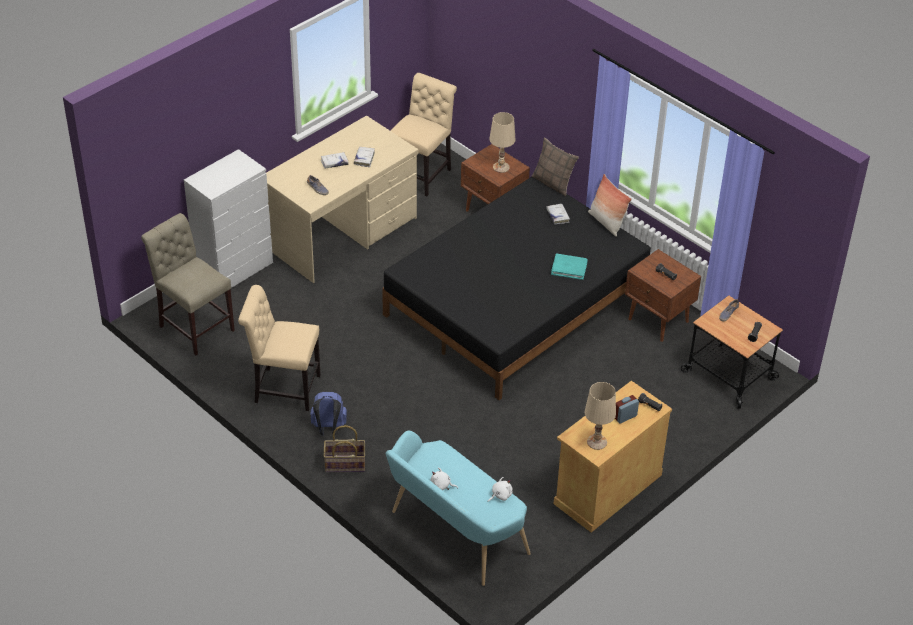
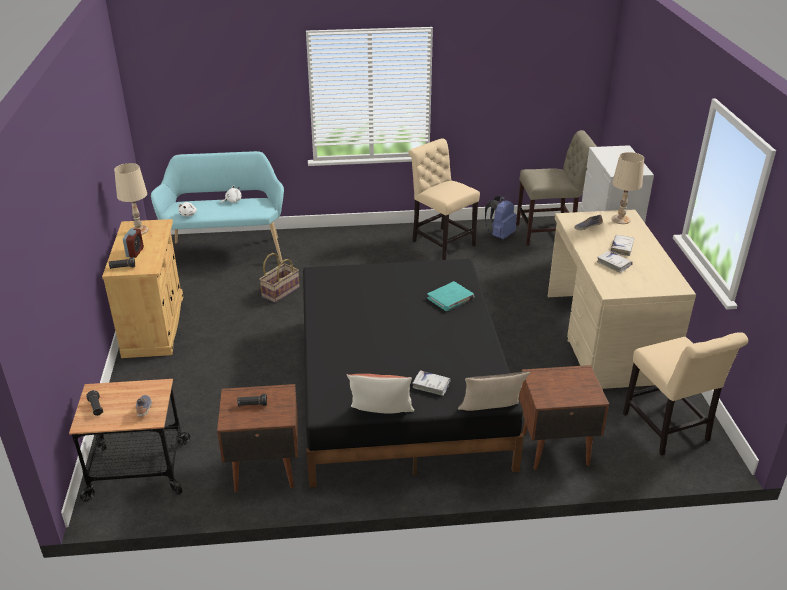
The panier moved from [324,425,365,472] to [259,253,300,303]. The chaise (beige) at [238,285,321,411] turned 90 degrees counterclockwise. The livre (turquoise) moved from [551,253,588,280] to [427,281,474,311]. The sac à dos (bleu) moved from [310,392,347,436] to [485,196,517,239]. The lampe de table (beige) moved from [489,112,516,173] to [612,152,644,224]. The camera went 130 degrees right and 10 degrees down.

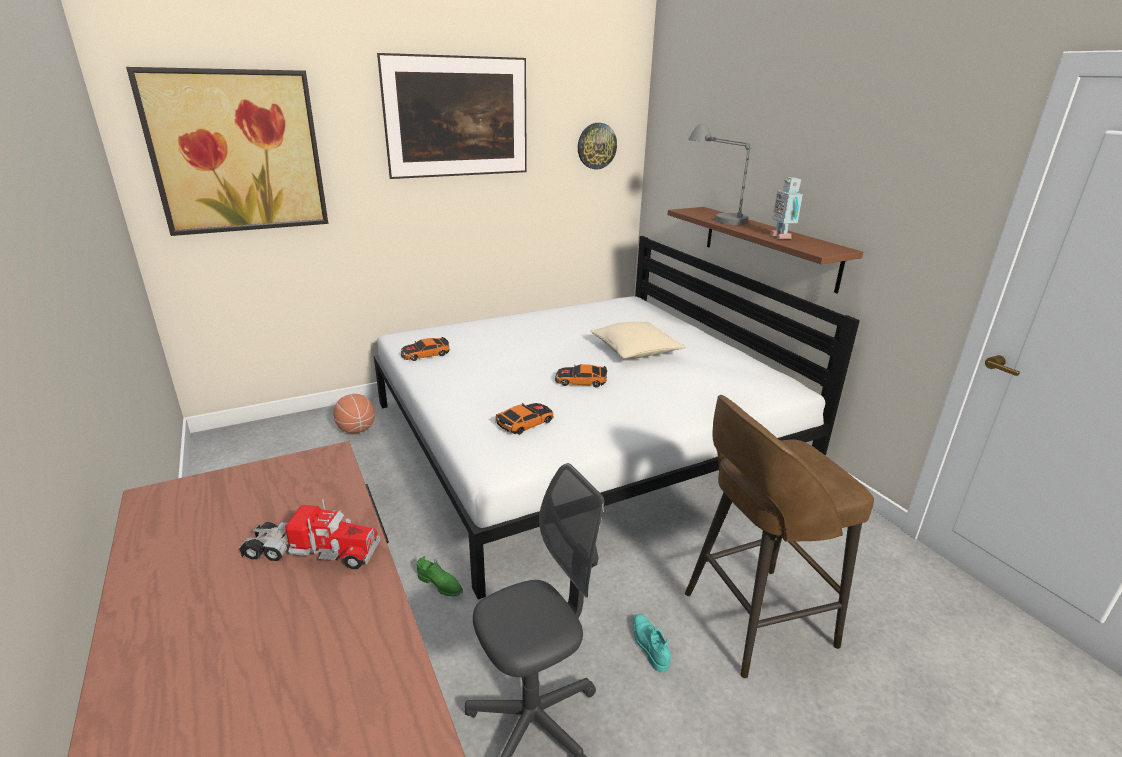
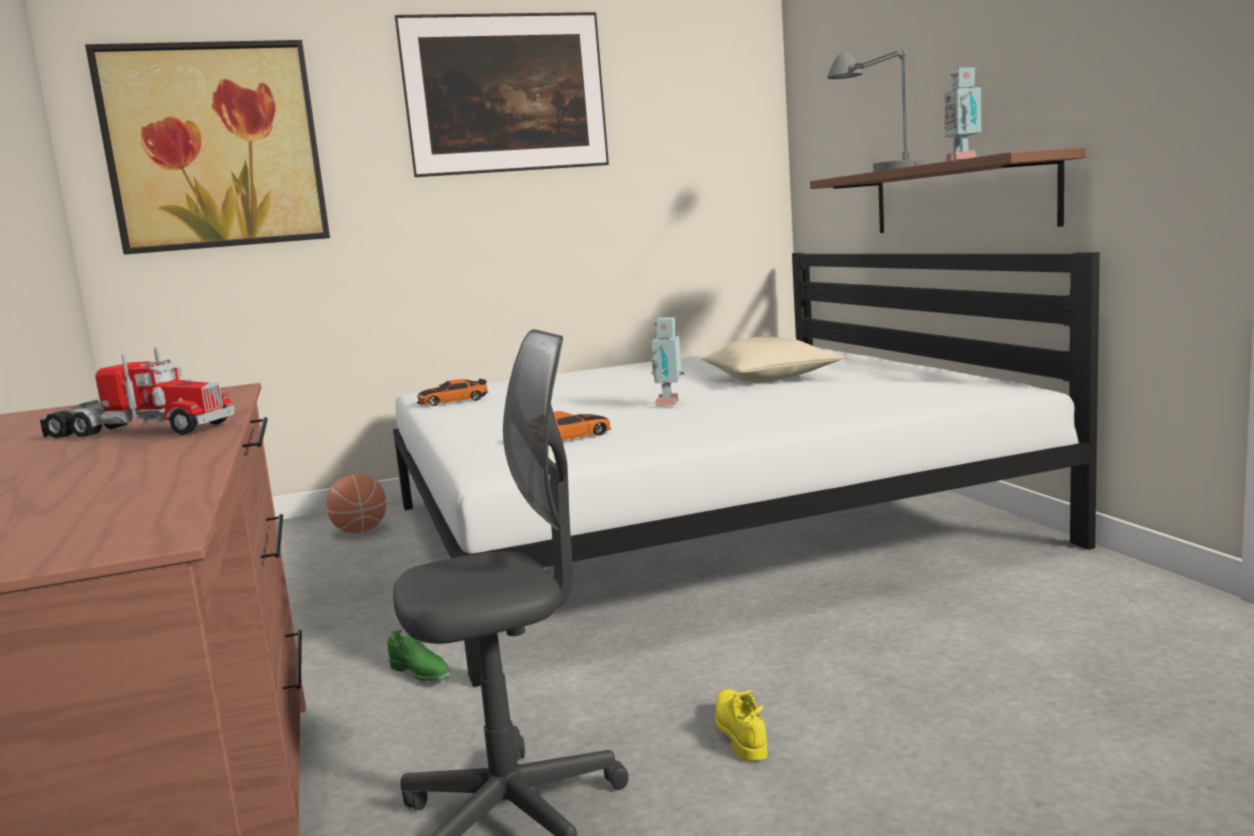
The petite voiture at [555,364,607,387] was replaced by the robot jouet at [651,318,684,406]. The chaussure (turquoise) at [633,614,671,672] became the chaussure (jaune) at [715,689,768,760]. The horloge murale at [578,123,617,170] disappeared. The tabouret (marron) at [685,395,874,678] disappeared. The camera went 10 degrees right and 15 degrees down.

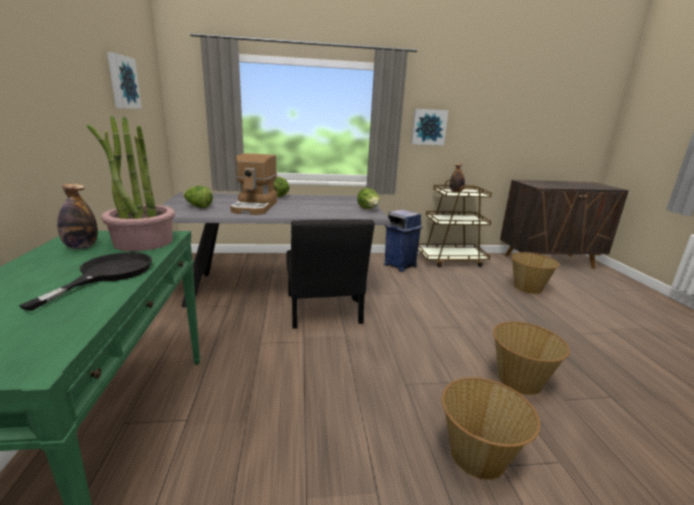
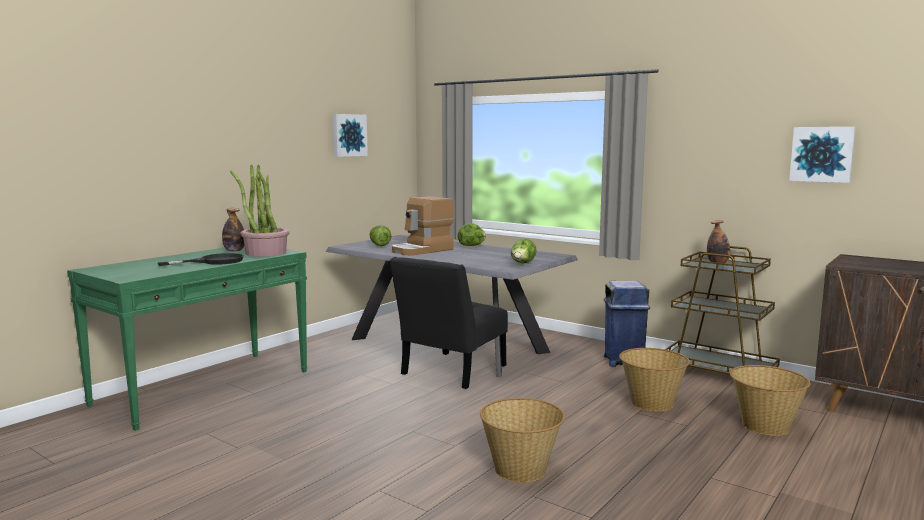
The panier moved from [442,377,540,480] to [619,348,690,411]. The tableau moved from [411,109,449,145] to [789,127,856,183]. The camera went 45 degrees right and 10 degrees down.

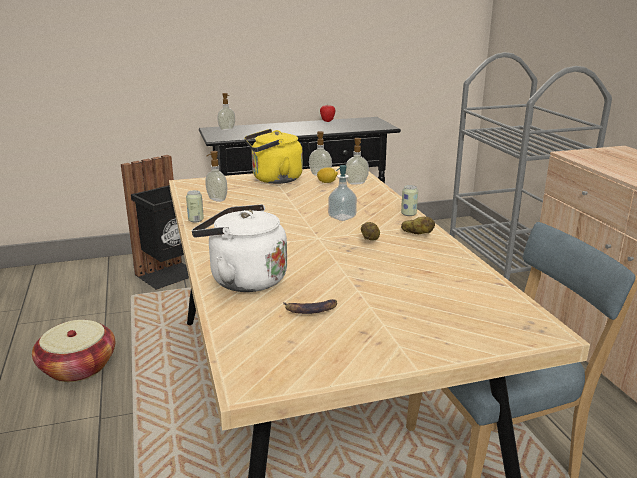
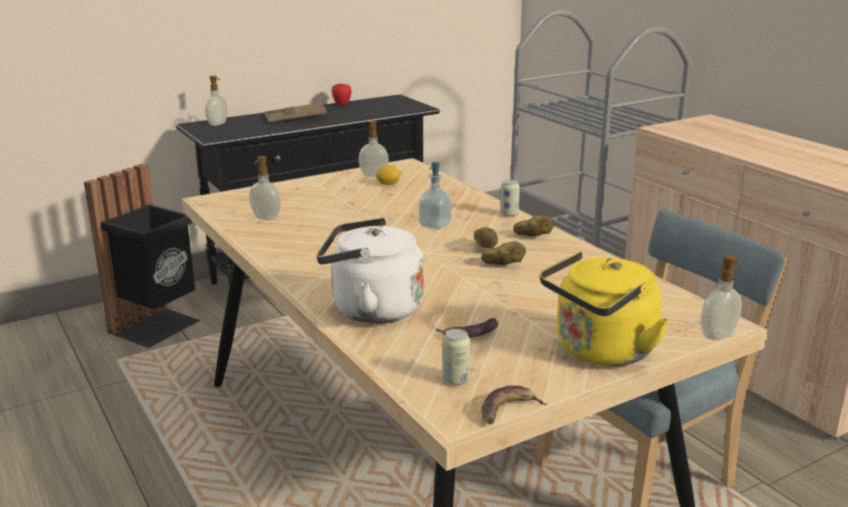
The plateau (marron) at [265,102,327,122] appeared. The boîte métallique moved from [186,190,204,223] to [442,329,471,385]. The pomme de terre at [481,241,526,265] appeared. The banane at [481,385,547,424] appeared. The bouilloire (jaune) moved from [244,129,303,184] to [540,251,669,366]. The distributeur de savon moved from [345,138,369,185] to [701,255,743,340]. The panier at [32,320,115,382] disappeared. The camera went 15 degrees left and 0 degrees up.

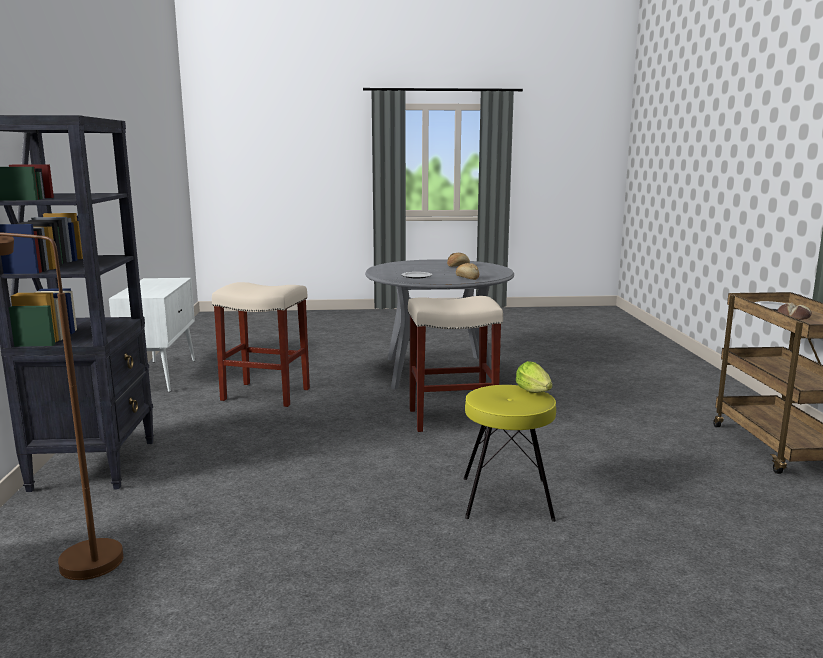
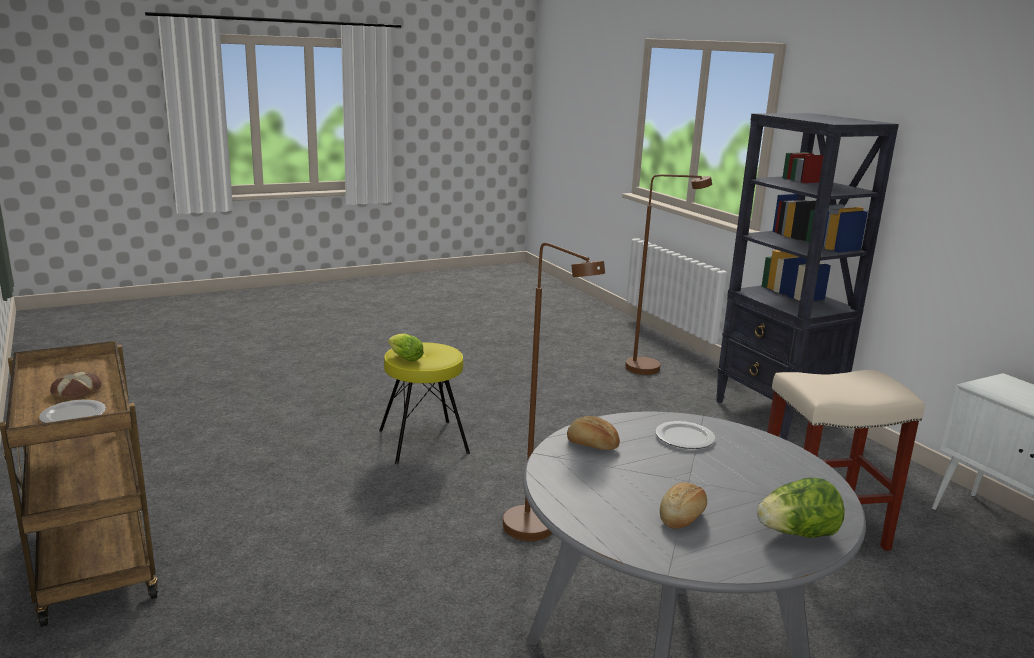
The tabouret (beige) at [408,296,503,432] was replaced by the lampadaire (marron) at [503,243,605,541]. The laitue at [757,478,845,538] appeared. The camera went 155 degrees right and 5 degrees up.

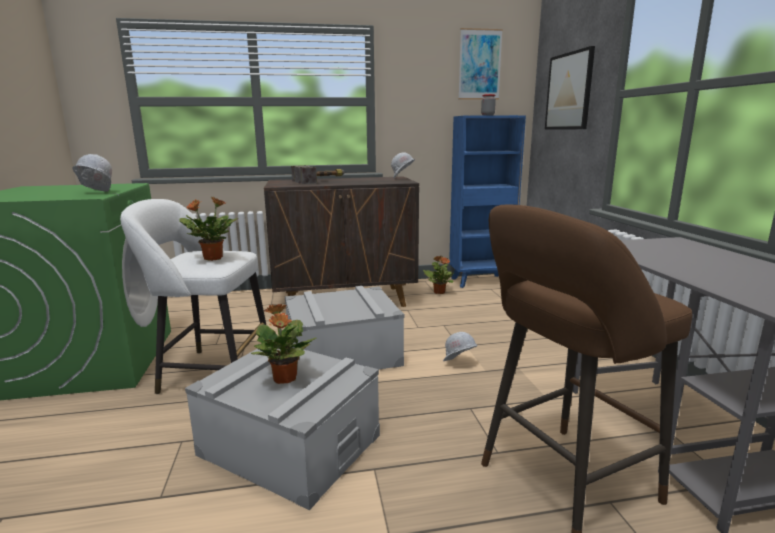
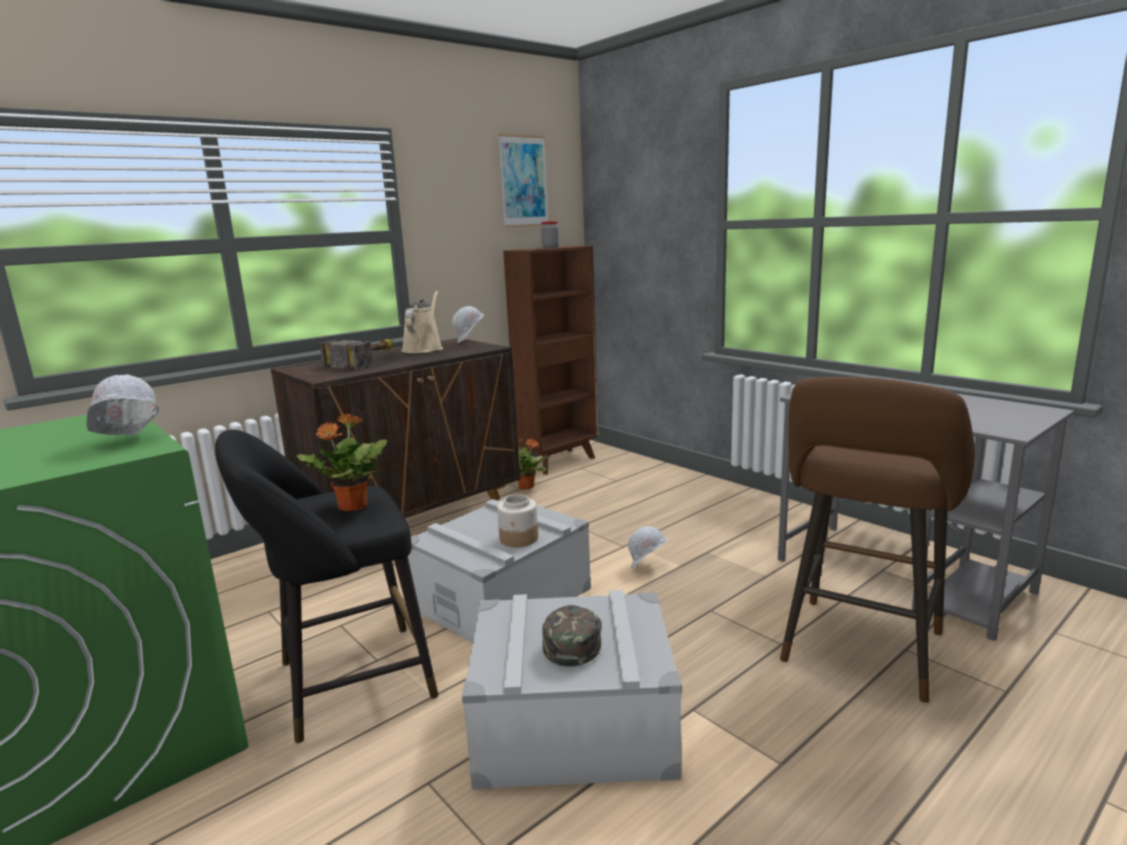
The tabouret (blanc) at [120,199,266,394] became the tabouret (noir) at [215,430,438,743]. The arrosoir (beige) at [401,291,443,353] appeared. The bocal at [497,494,538,547] appeared. The bibliothèque (bleu) at [449,115,526,288] became the bibliothèque (marron) at [503,246,599,474]. The plante en pot at [251,304,316,384] was replaced by the casquette (vert) at [542,605,602,667]. The tableau at [545,46,595,130] disappeared. The camera went 30 degrees left and 0 degrees up.

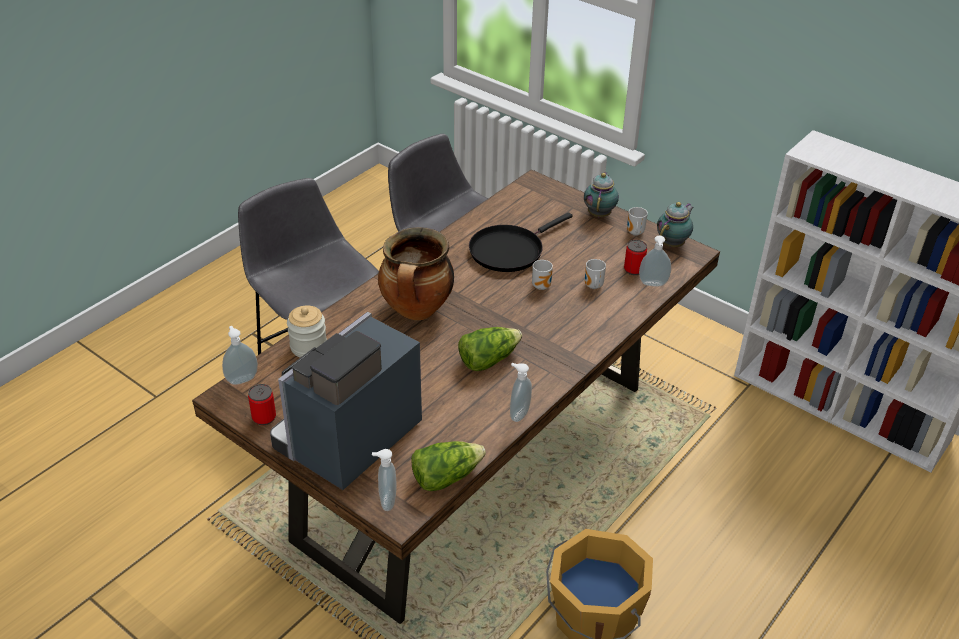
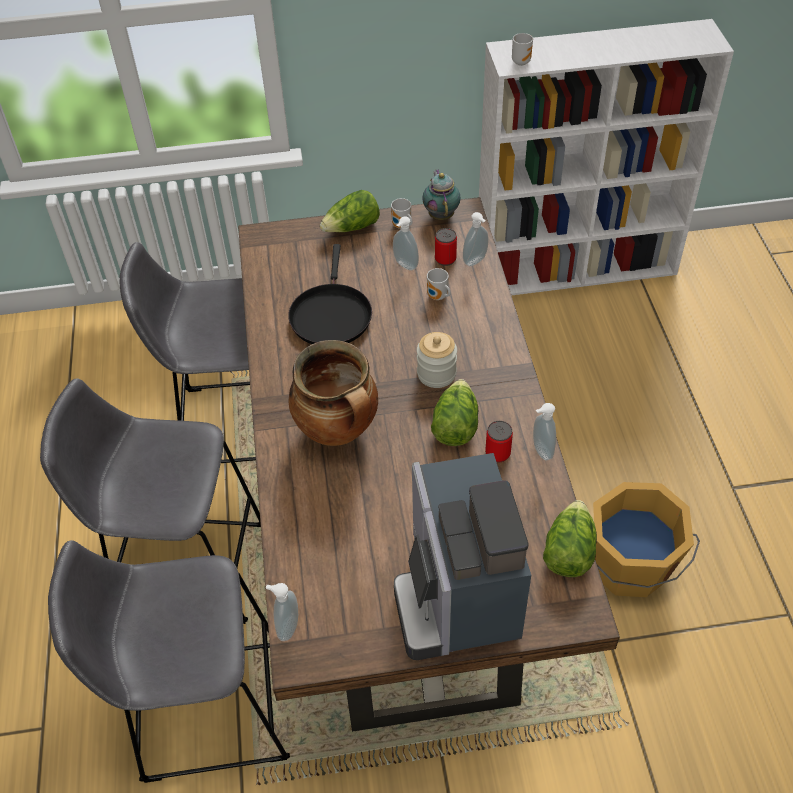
The tabouret (gris) at [48,540,290,783] appeared. The théière at [584,172,619,217] was replaced by the laitue at [320,190,380,232]. The distributeur de savon moved from [372,449,397,511] to [393,217,419,270]. The bocal moved from [287,306,327,358] to [417,332,457,388]. The boîte métallique moved from [248,384,276,425] to [485,421,513,463]. The mug moved from [532,260,553,290] to [512,33,533,66]. The camera went 45 degrees left and 10 degrees up.

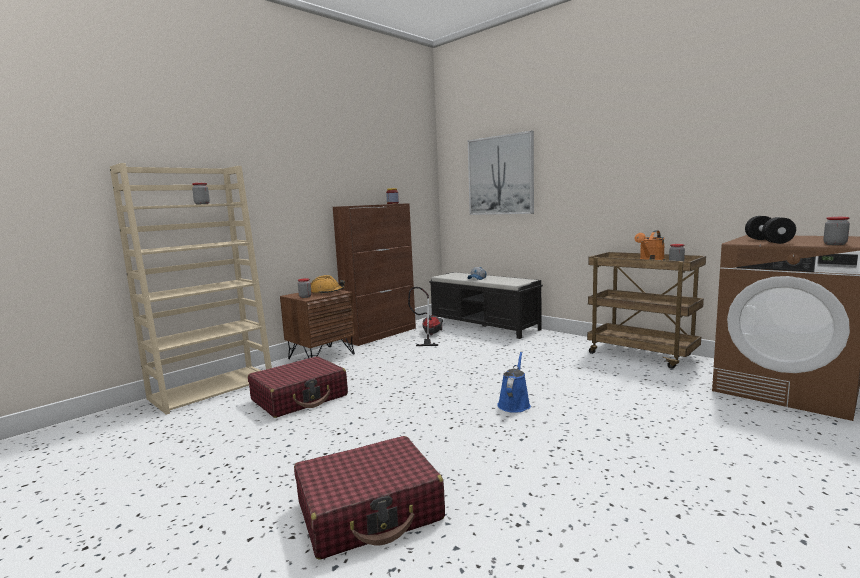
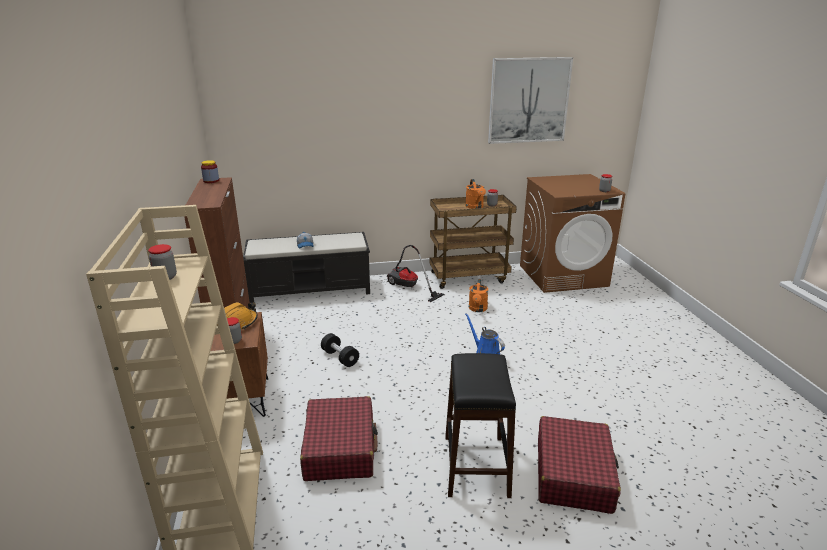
The haltère (noir) moved from [745,216,796,244] to [321,333,359,367]. The aspirateur moved from [408,287,443,346] to [387,245,445,302]. The tabouret (noir) at [445,353,516,498] appeared. The arrosoir (orange) at [469,279,488,312] appeared. The tableau moved from [468,131,534,215] to [488,57,573,144]. The camera went 55 degrees left and 15 degrees up.

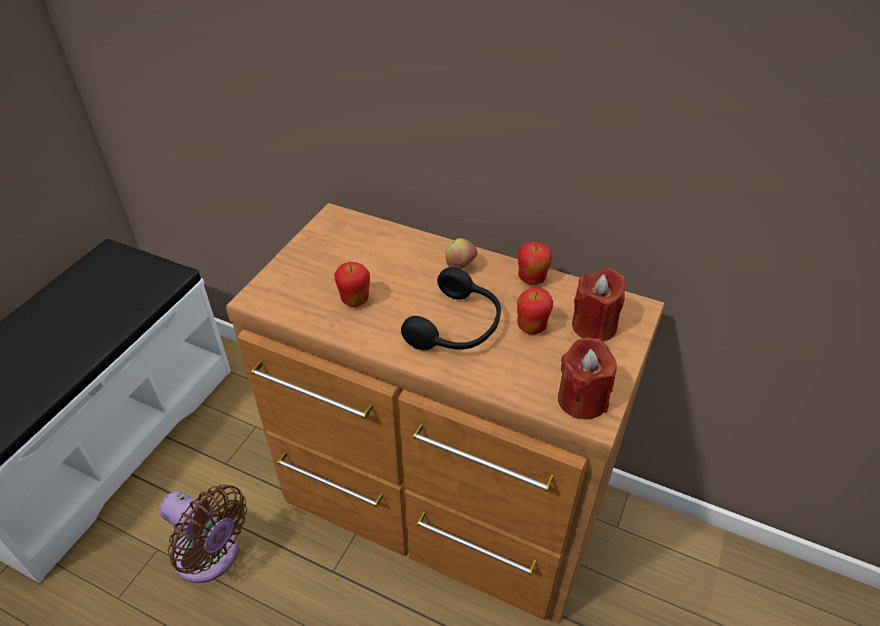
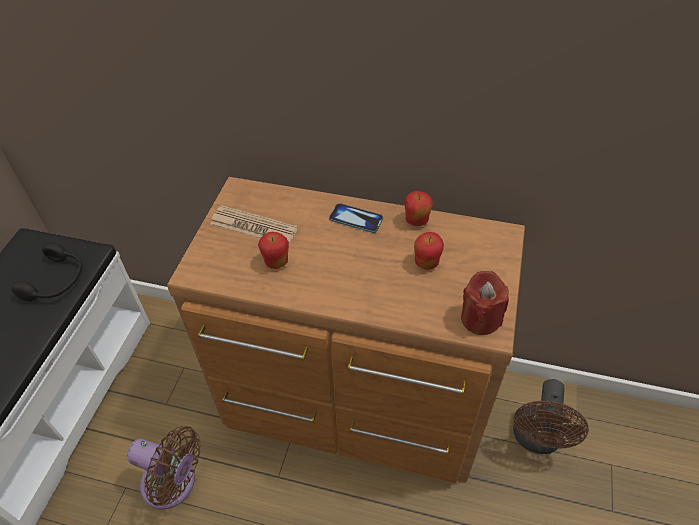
The casque audio (noir) moved from [401,267,501,350] to [11,242,83,301]. The journal at [210,205,298,243] appeared. The pomme at [445,238,477,269] was replaced by the téléphone at [329,203,383,233]. The ventilateur (marron) at [513,379,589,454] appeared. The bougie (rouge) at [572,268,625,341] disappeared. The camera went 10 degrees left and 5 degrees up.

